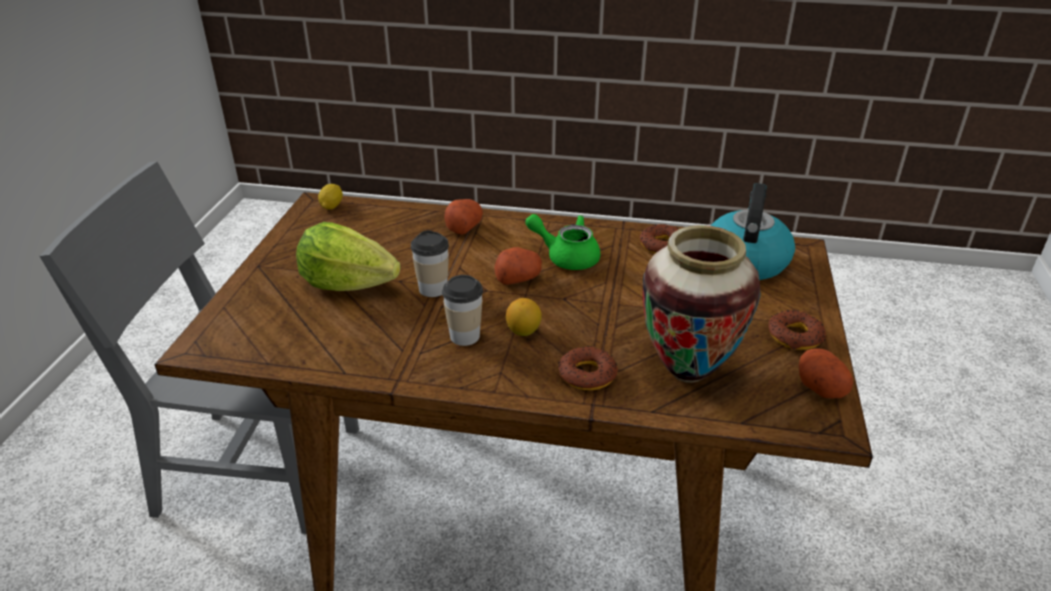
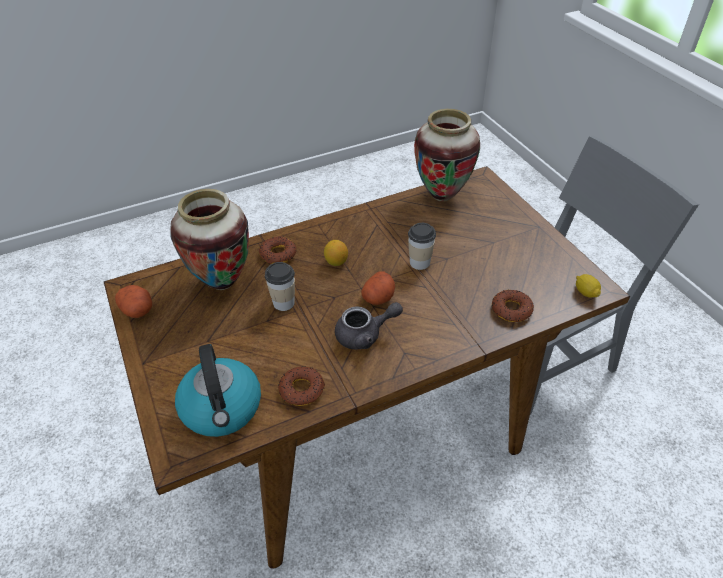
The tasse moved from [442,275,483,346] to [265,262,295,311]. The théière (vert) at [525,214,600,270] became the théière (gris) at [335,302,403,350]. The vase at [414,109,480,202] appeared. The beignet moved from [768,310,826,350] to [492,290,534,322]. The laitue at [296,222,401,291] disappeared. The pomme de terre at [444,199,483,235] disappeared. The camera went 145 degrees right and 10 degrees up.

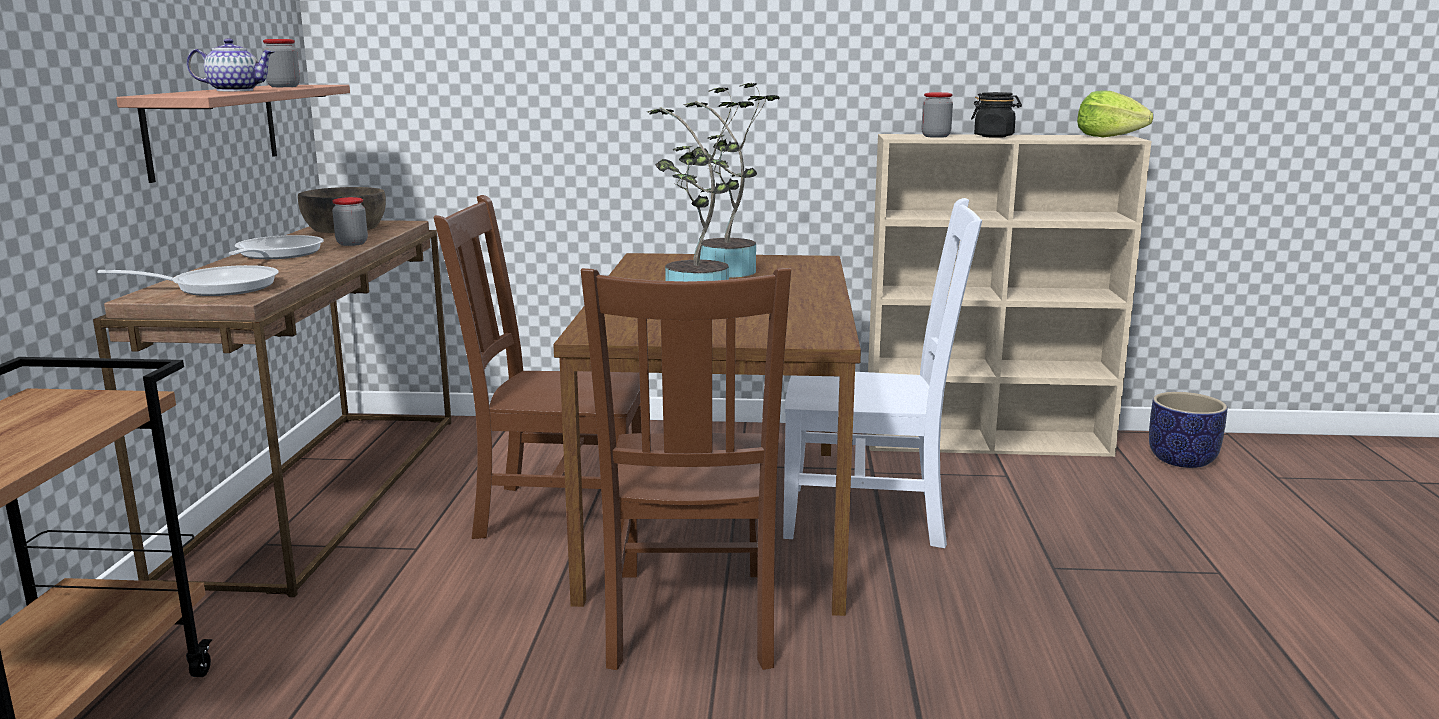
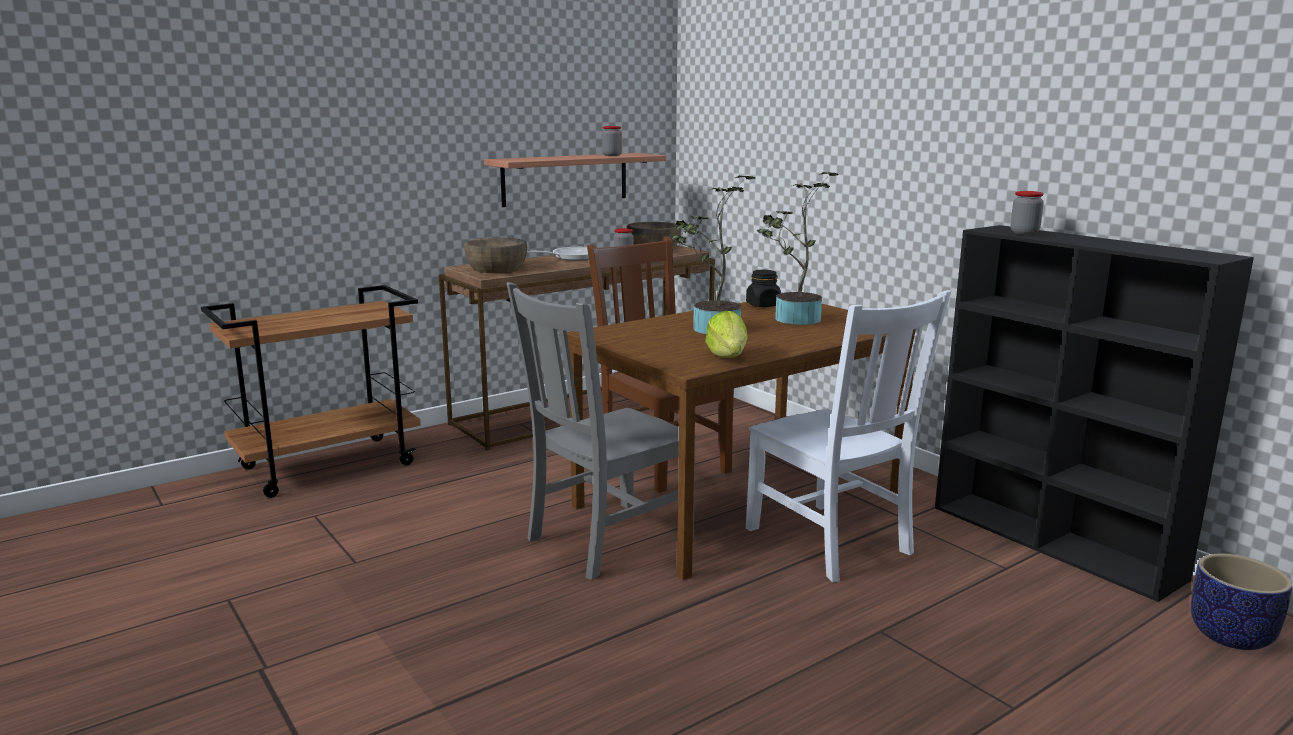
The poêle at [97,265,279,296] was replaced by the bol (marron) at [464,238,527,273]. The chaise (marron) at [581,268,791,670] became the chaise (gris) at [507,282,696,580]. The laitue moved from [1077,91,1153,138] to [705,310,748,358]. The bocal (noir) moved from [971,92,1022,138] to [746,270,781,307]. The bibliothèque (beige) at [867,134,1152,457] became the bibliothèque (noir) at [935,225,1254,602]. The théière at [187,38,274,91] disappeared. The camera went 50 degrees right and 0 degrees up.

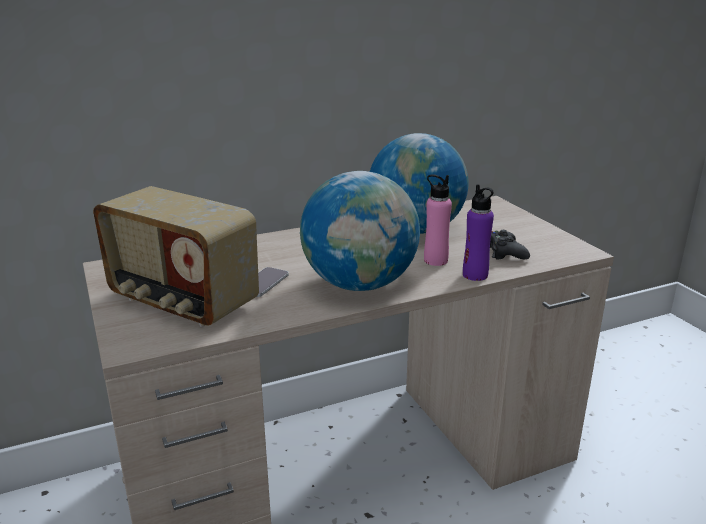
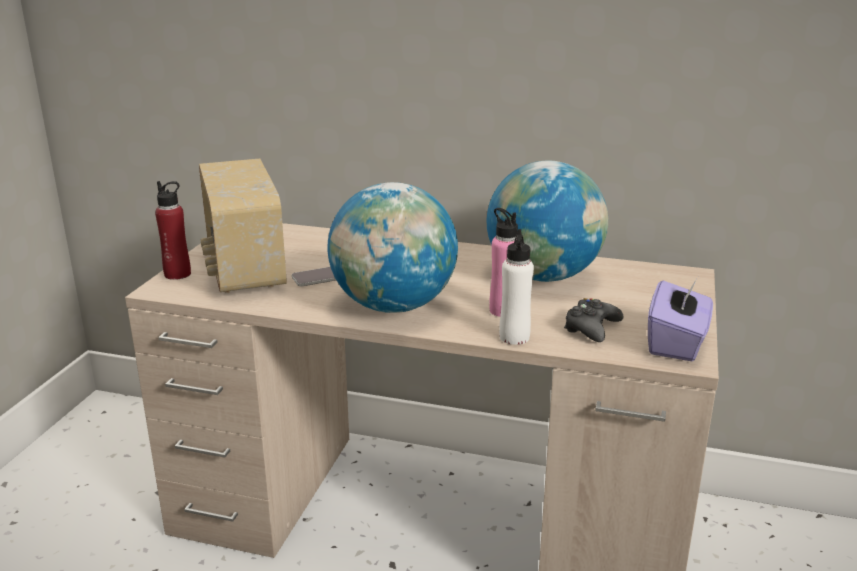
The bouteille (rouge) at [155,181,191,280] appeared. The bouteille (violet) at [463,184,494,281] became the bouteille (blanc) at [499,229,534,345]. The boîte à mouchoirs (violet) at [648,277,713,361] appeared. The camera went 40 degrees right and 0 degrees up.

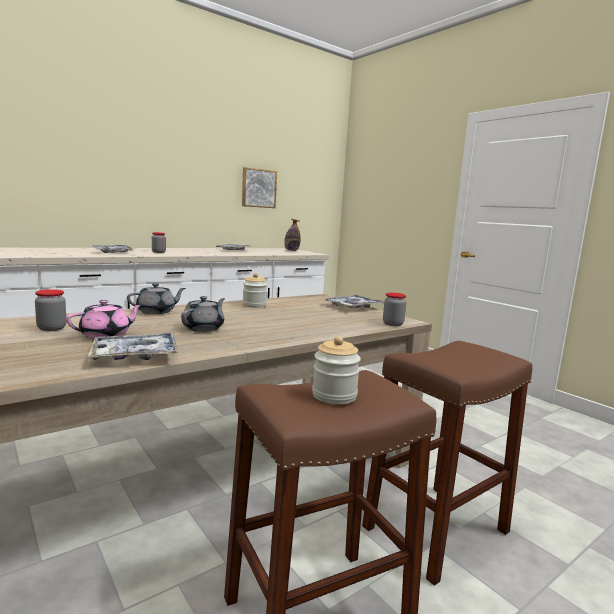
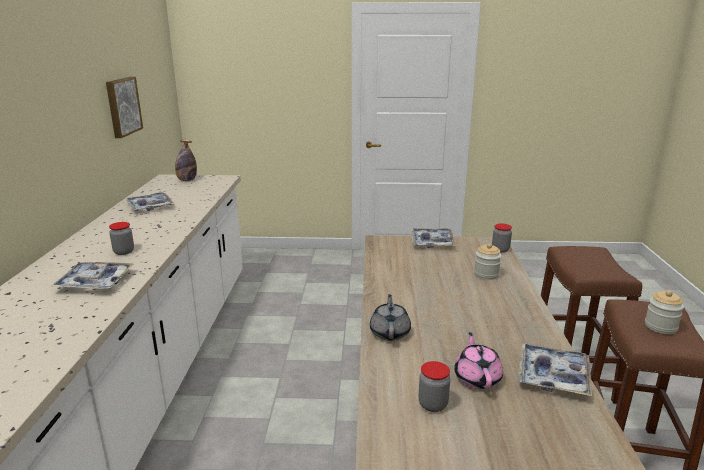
The bocal moved from [242,273,268,308] to [474,243,502,280]. The théière (gris) at [181,296,225,332] disappeared. The camera went 50 degrees left and 10 degrees up.

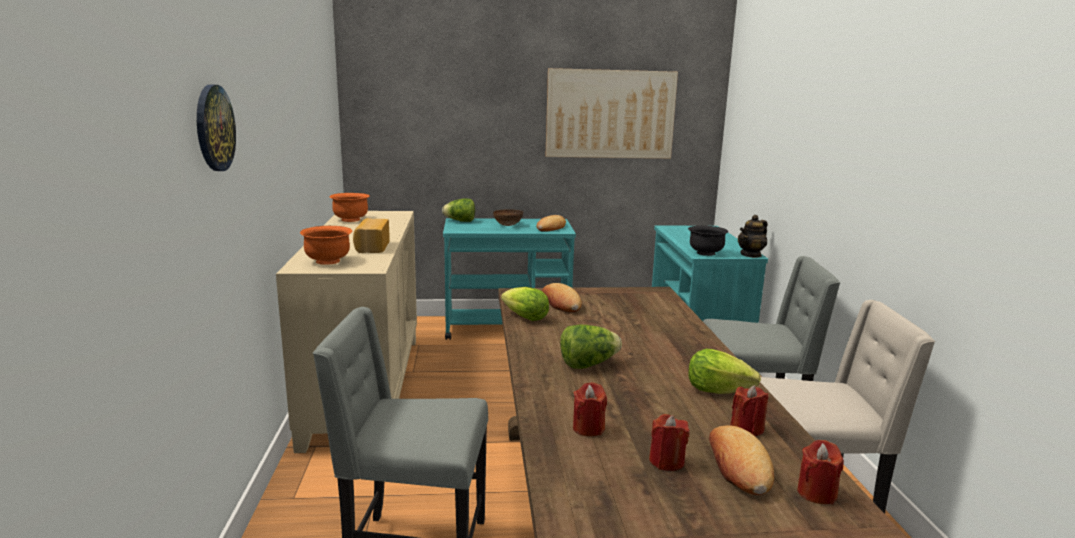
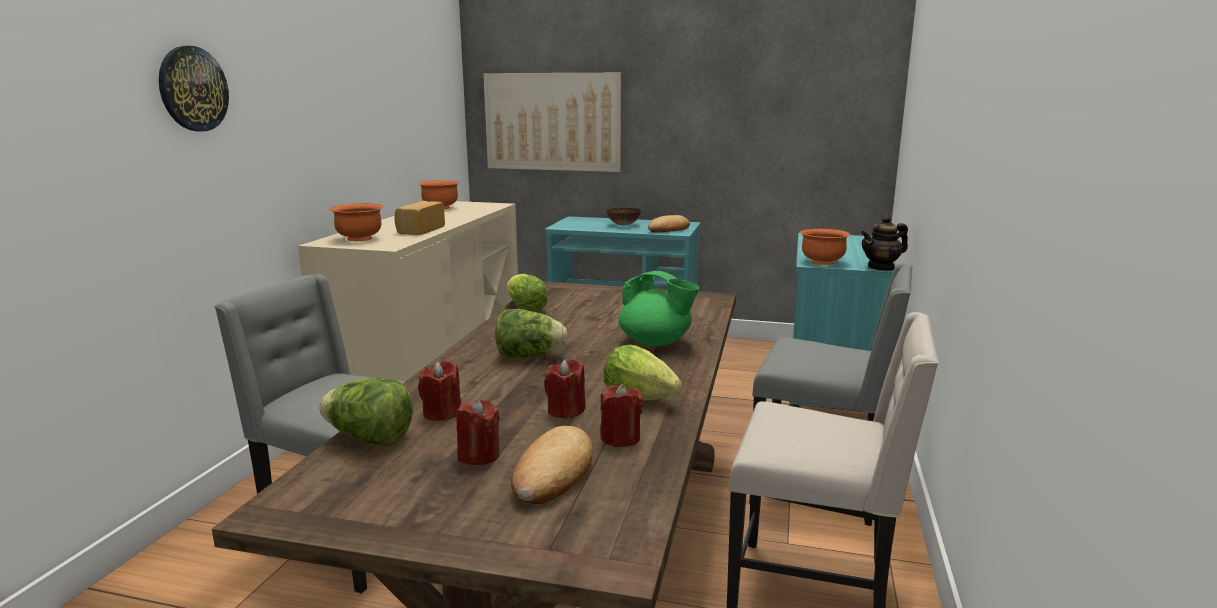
The laitue moved from [442,198,475,222] to [319,378,413,446]. The tableau moved from [545,68,678,159] to [483,73,622,172]. The bougie (rouge) moved from [797,440,844,505] to [544,359,586,419]. The théière (vert) at [619,271,700,347] appeared. The bol (noir) at [688,226,728,256] became the bol (orange) at [800,229,850,265]. The pain at [542,283,582,313] disappeared. The camera went 20 degrees right and 0 degrees up.

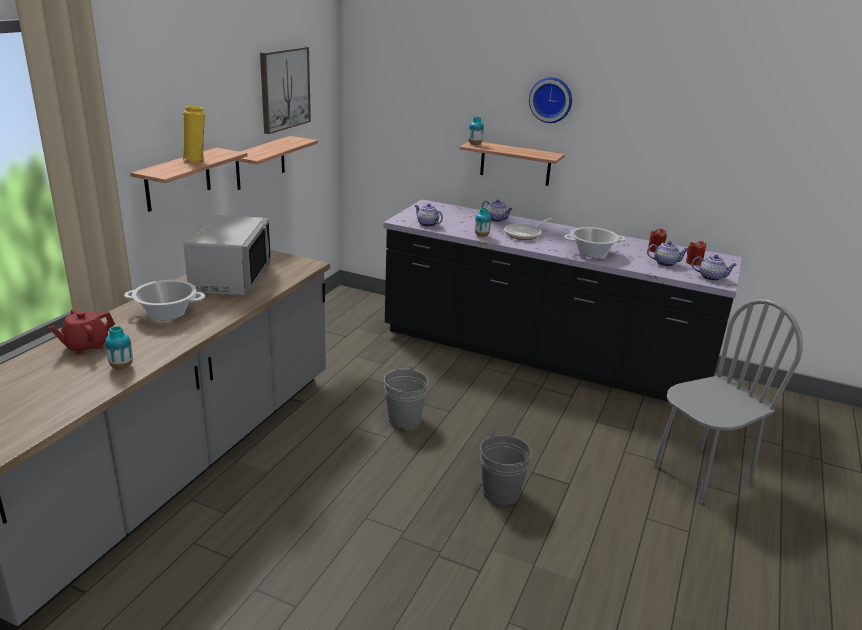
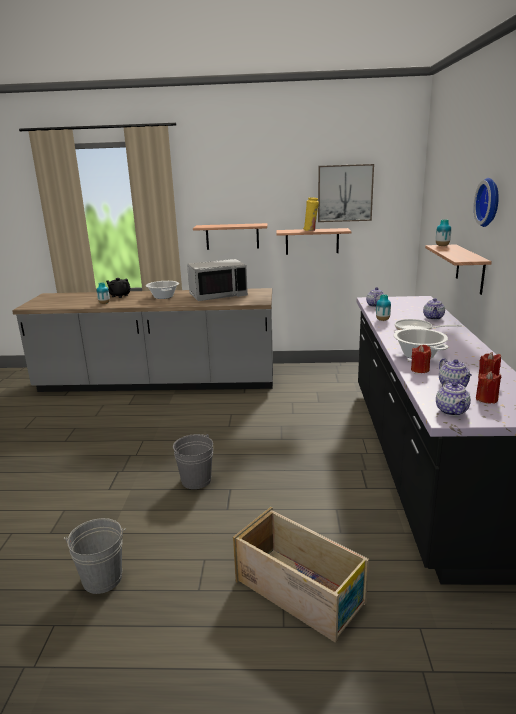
The seau (gris) moved from [384,366,429,429] to [64,518,126,594]. The théière (rouge) at [48,309,115,355] became the théière (noir) at [106,278,131,298]. The chaise (gris) at [654,299,803,503] was replaced by the caisse at [233,507,369,643]. The vase (jaune) moved from [182,106,205,163] to [303,197,319,231]. The bougie (rouge) at [411,345,431,373] appeared. The camera went 70 degrees right and 5 degrees down.

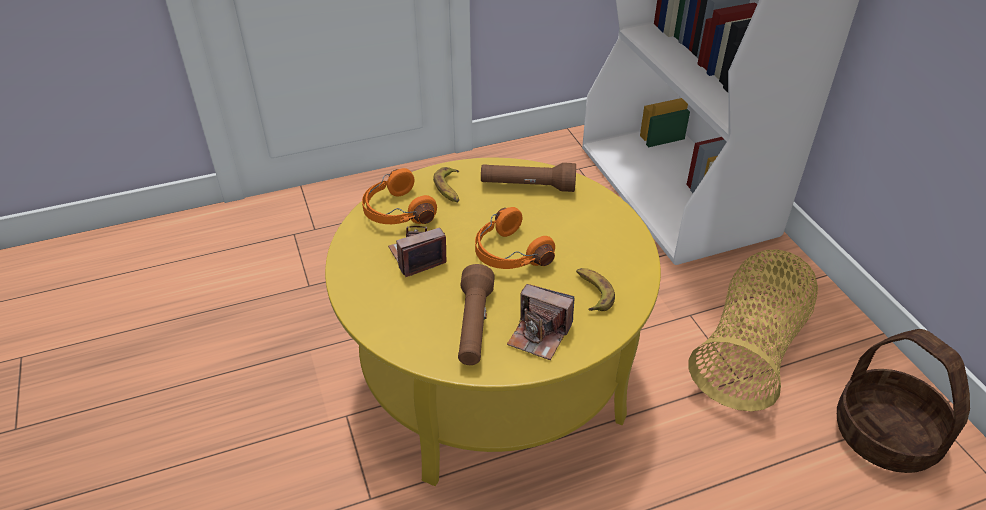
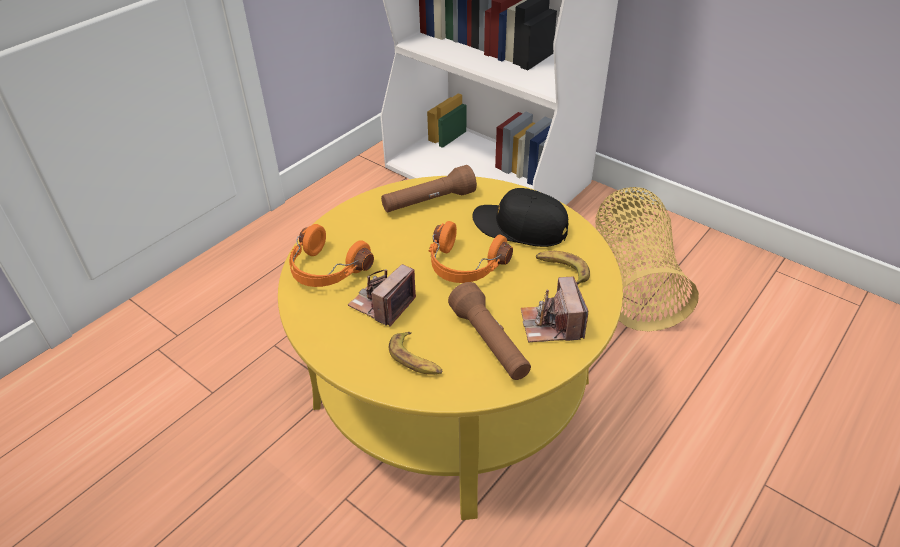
The banane moved from [433,167,459,202] to [389,332,442,375]. The casquette (noir) at [472,188,568,247] appeared. The appareil photo at [507,284,574,360] turned 90 degrees clockwise. The panier at [837,329,970,473] disappeared. The camera went 30 degrees left and 0 degrees up.

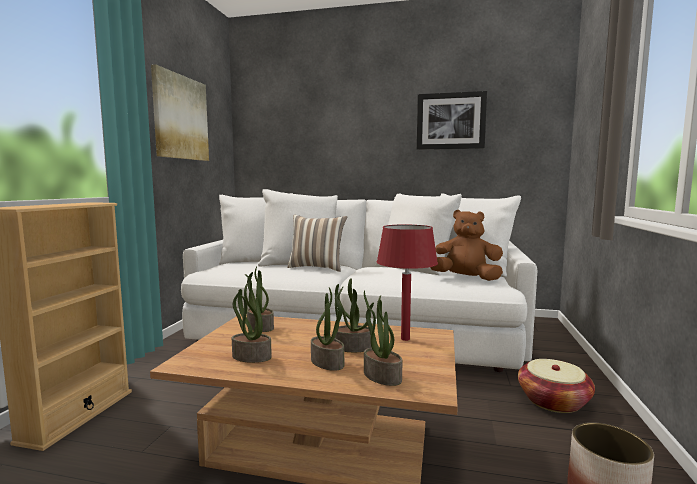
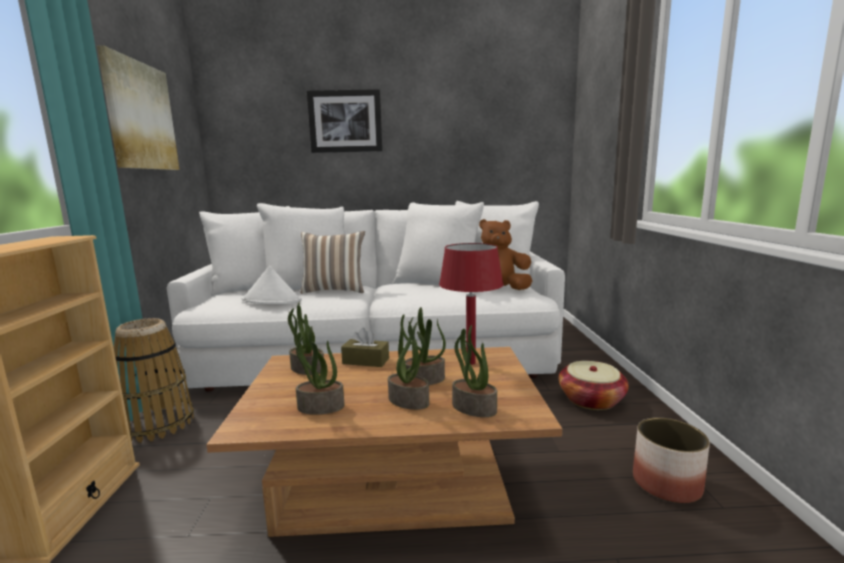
The panier at [114,318,194,443] appeared. The chapeau (blanc) at [242,266,302,304] appeared. The tableau moved from [417,91,487,150] to [307,89,383,153]. The boîte à mouchoirs (marron) at [341,327,389,367] appeared. The camera went 15 degrees left and 5 degrees up.

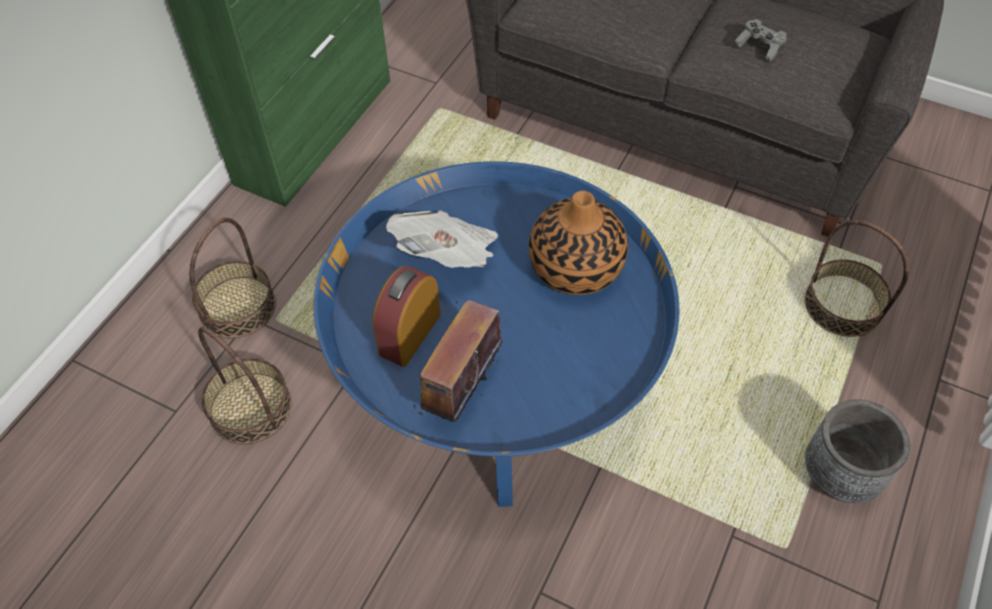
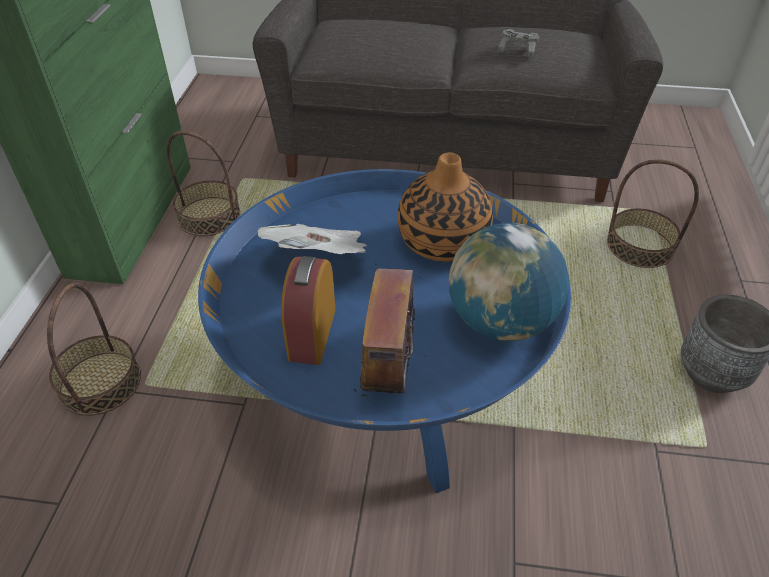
The panier moved from [198,327,291,444] to [167,131,240,236]. The globe at [449,223,569,341] appeared. The camera went 20 degrees left and 10 degrees down.

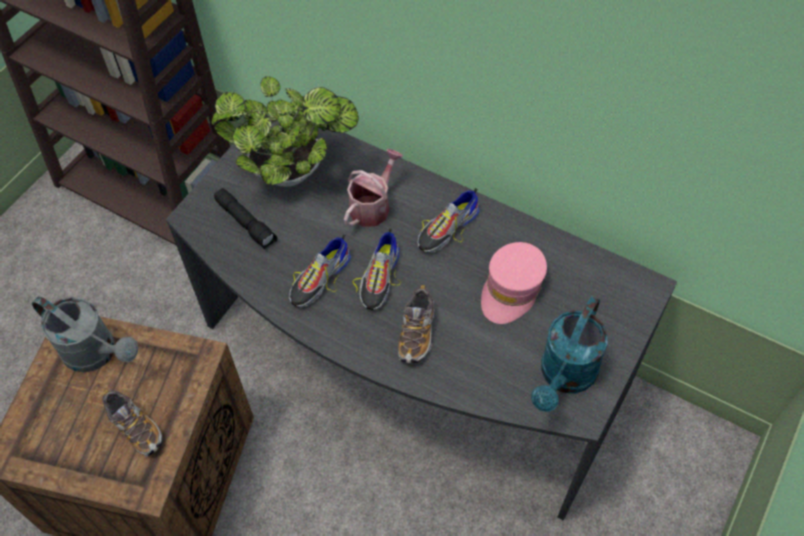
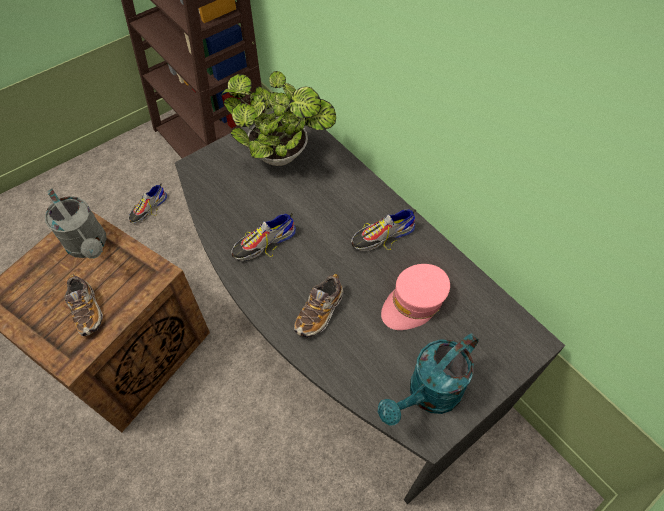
The chaussure moved from [352,228,401,310] to [128,183,167,223]. The lampe de poche (noir) at [214,188,277,249] disappeared. The arrosoir at [344,149,403,227] disappeared. The camera went 20 degrees right and 0 degrees up.

